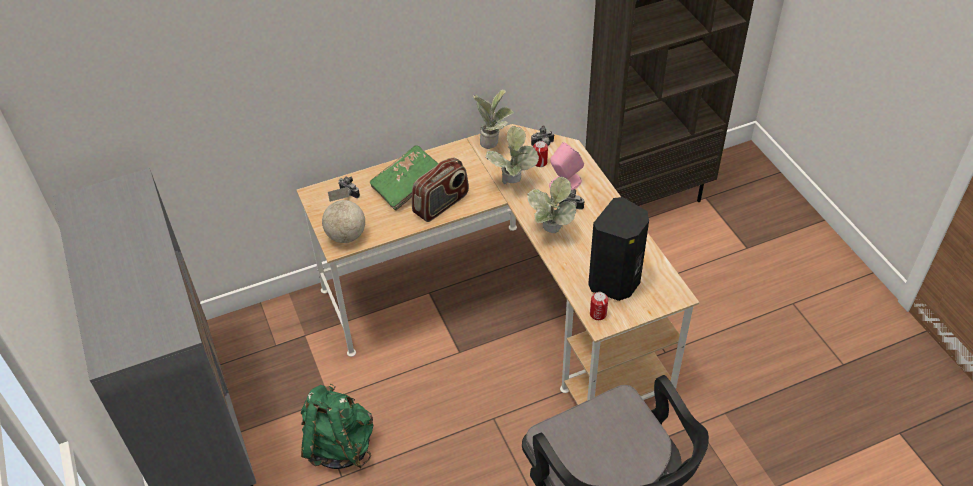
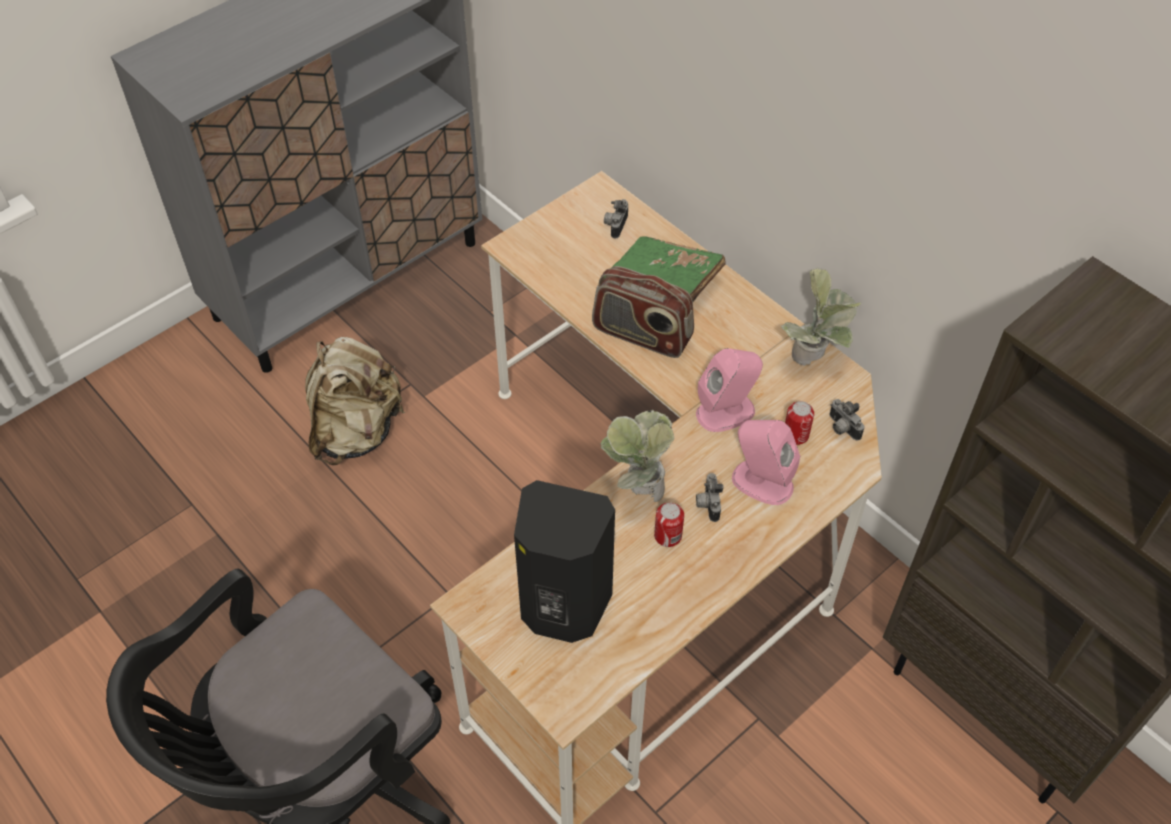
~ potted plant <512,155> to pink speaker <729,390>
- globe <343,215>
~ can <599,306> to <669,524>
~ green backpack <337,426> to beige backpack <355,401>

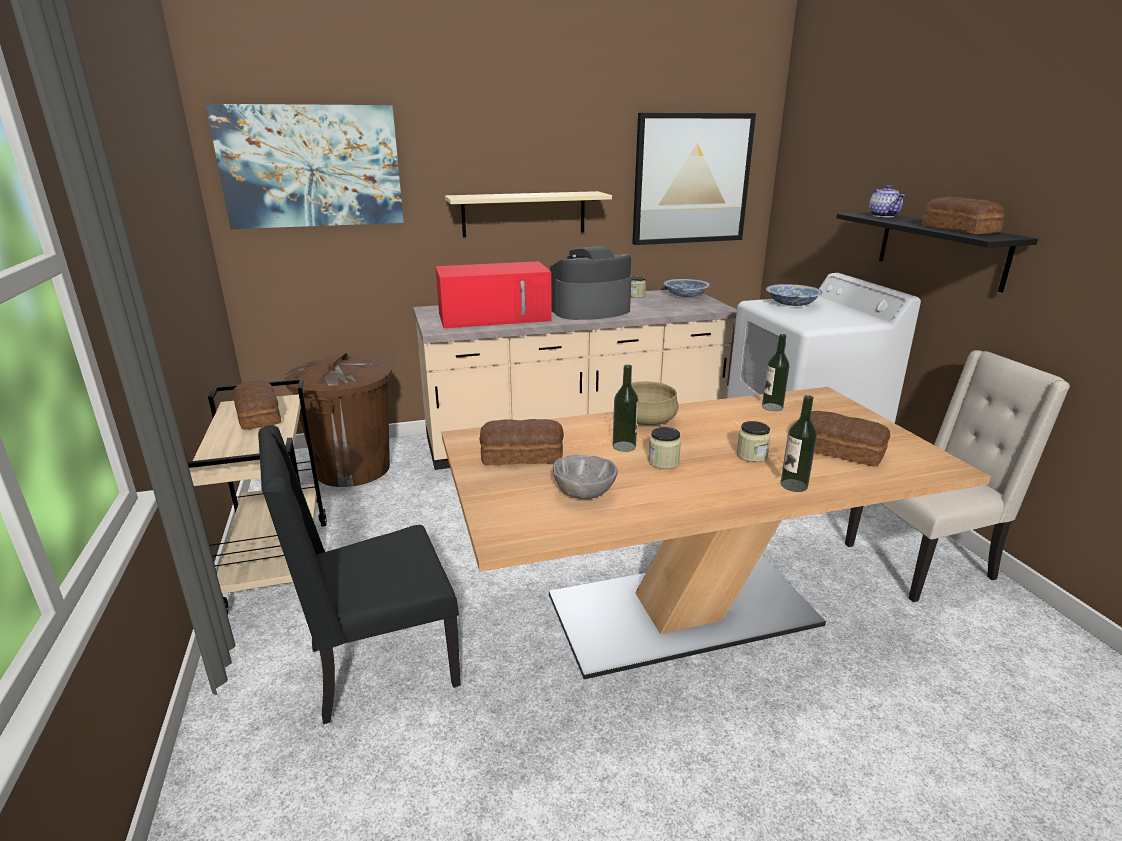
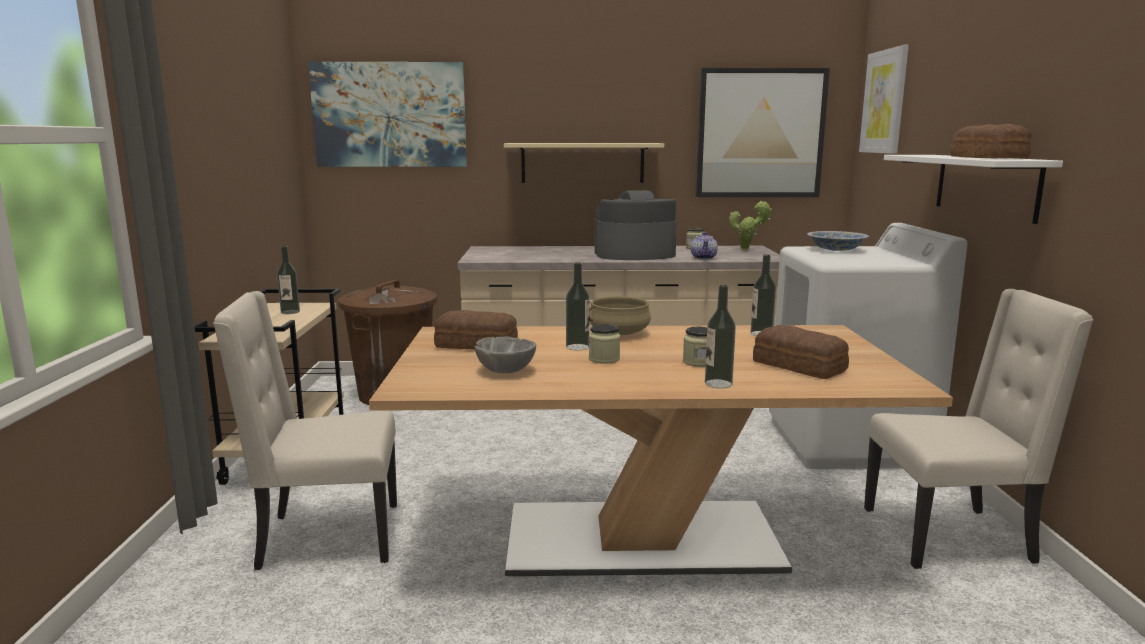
~ teapot <887,201> to <704,246>
~ black shelf <937,252> to white shelf <973,189>
- red microwave <493,294>
~ bowl <687,288> to potted plant <750,225>
~ bread <257,405> to bottle <288,280>
~ black chair <359,574> to beige chair <305,430>
+ picture <884,99>

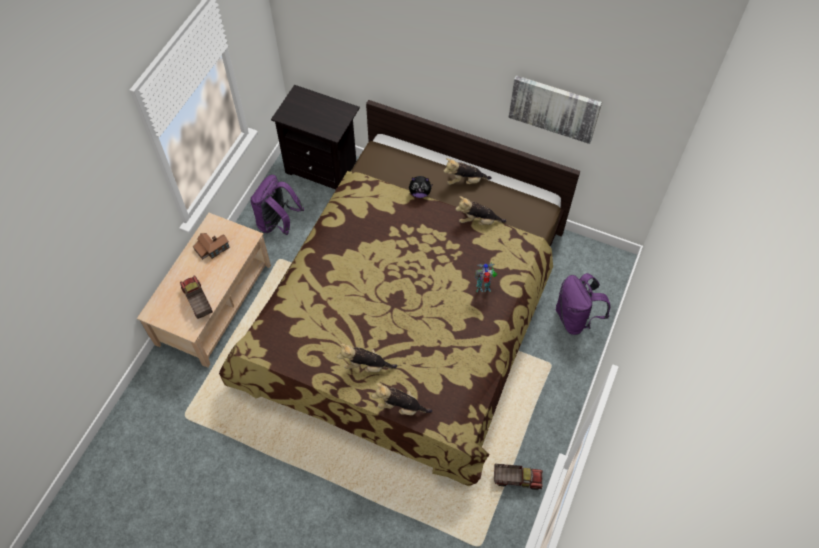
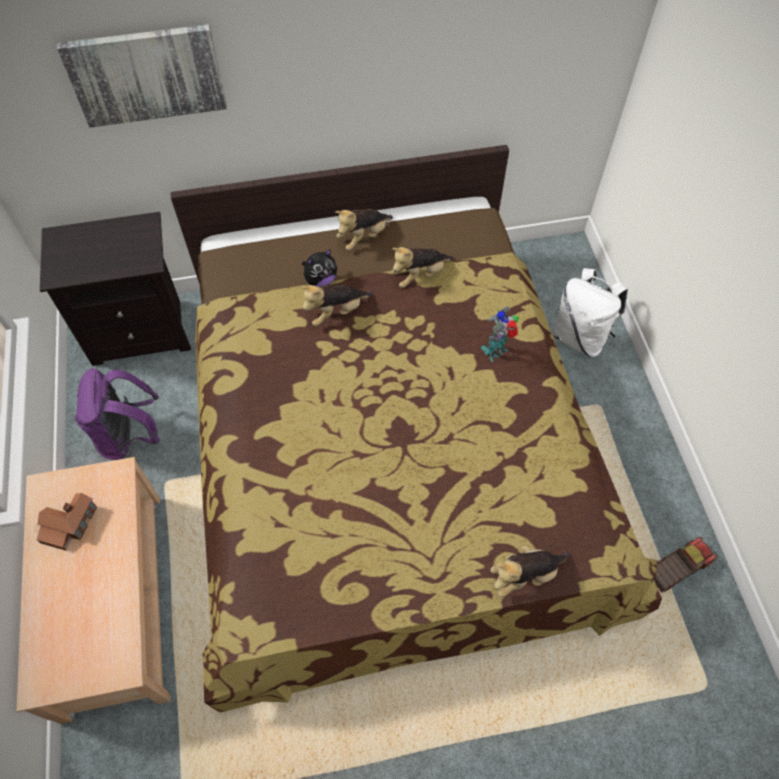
~ picture <555,109> to <142,76>
~ purple backpack <583,304> to white backpack <590,312>
- toy truck <196,297>
~ plush toy <367,358> to <337,305>

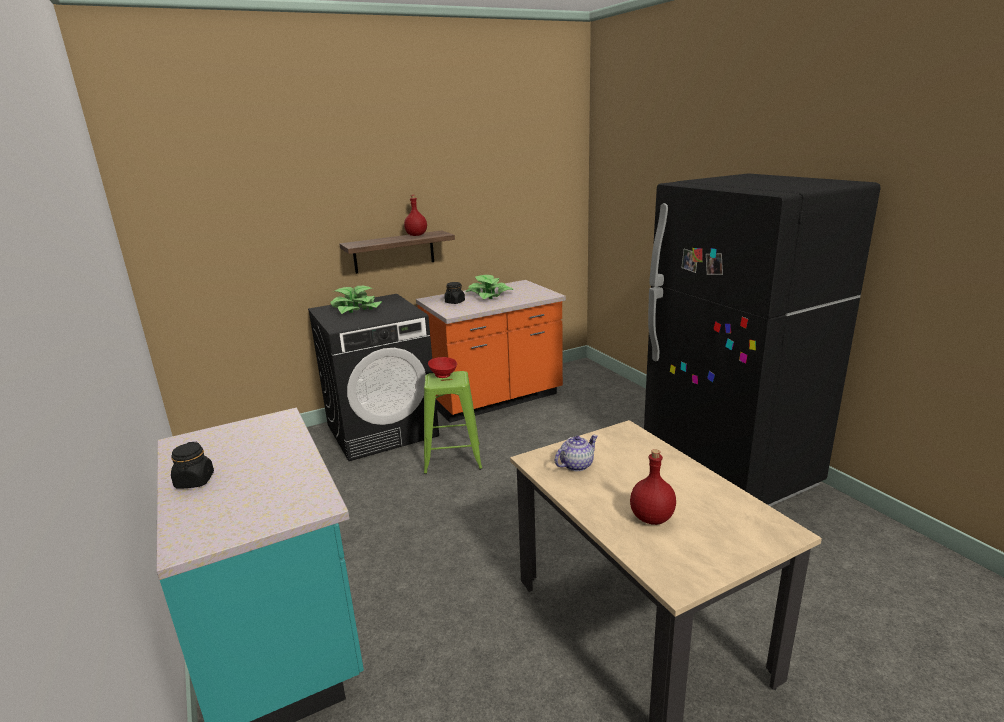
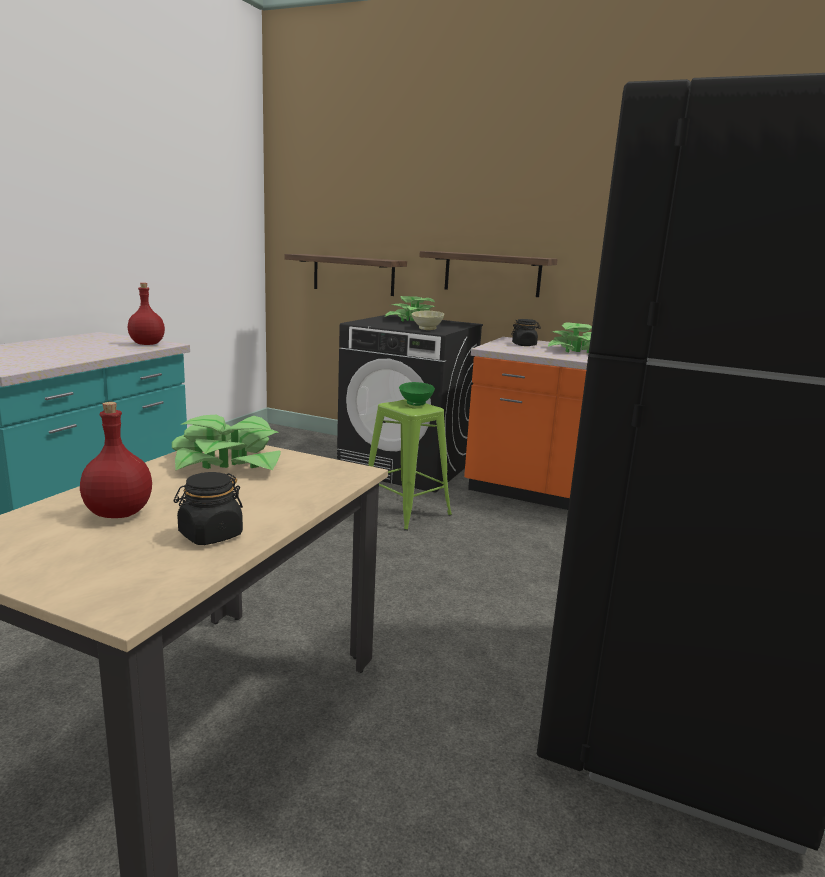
~ red bottle <415,215> to <146,314>
~ red bowl <442,367> to green bowl <417,394>
~ teapot <576,453> to potted plant <226,442>
~ black jar <192,465> to <208,508>
+ shelf <346,275>
+ beige bowl <428,320>

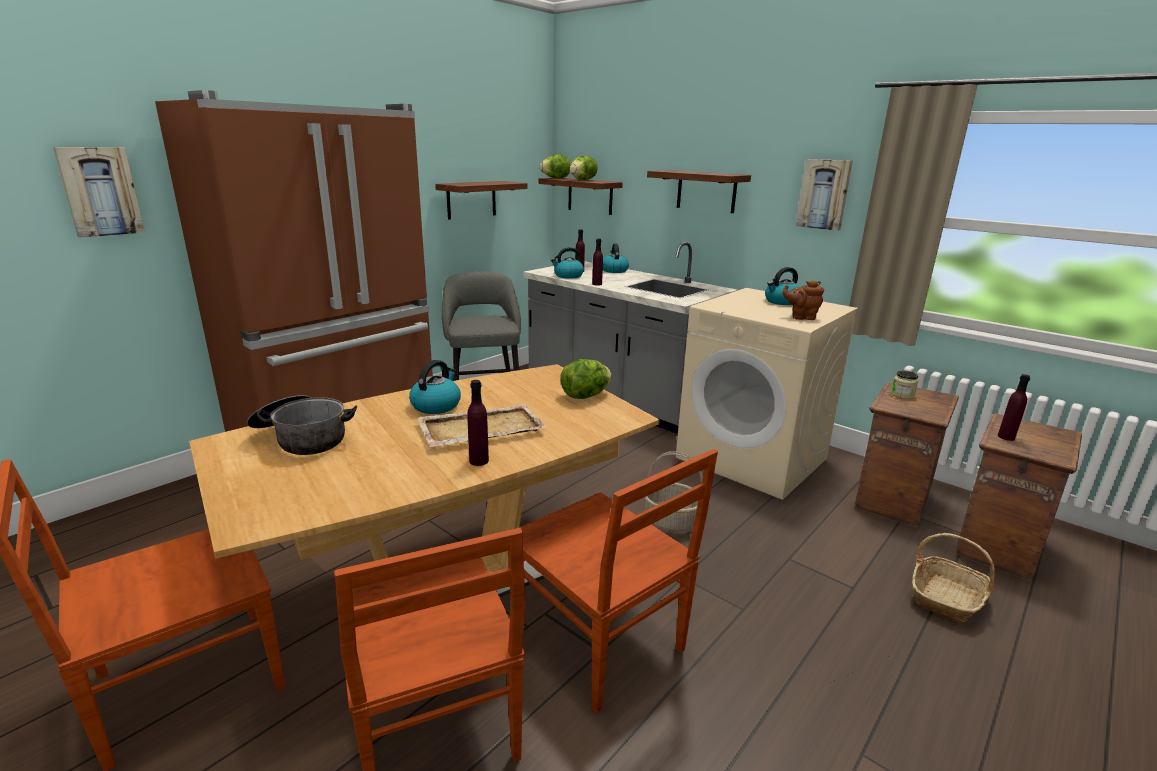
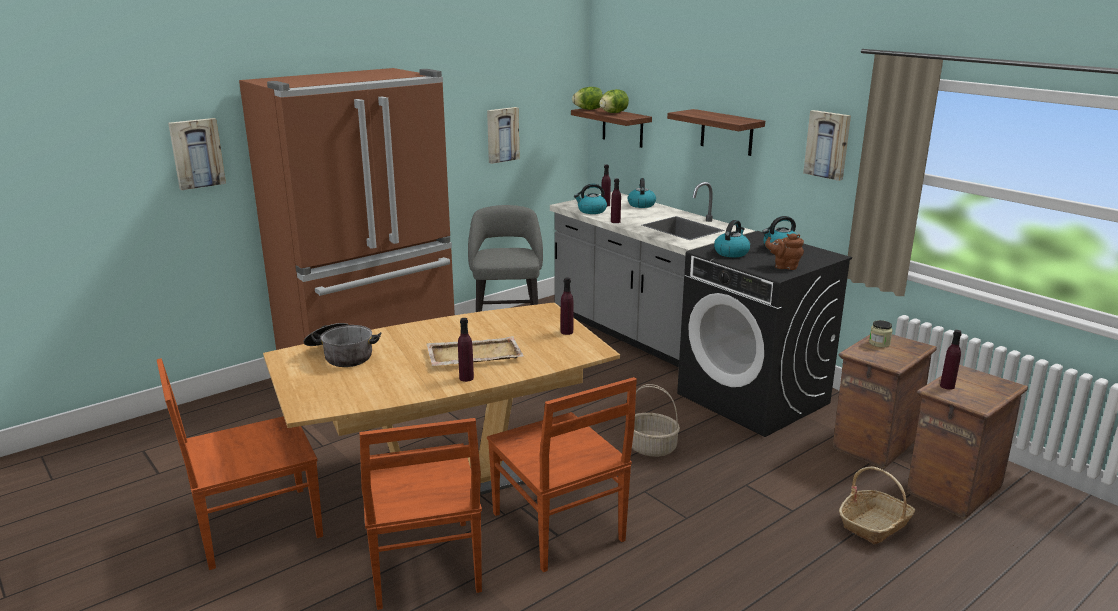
~ shelf <481,200> to picture <503,135>
~ beige washing machine <767,394> to black washing machine <764,334>
~ lettuce <586,379> to purple bottle <567,306>
~ kettle <435,387> to <732,238>

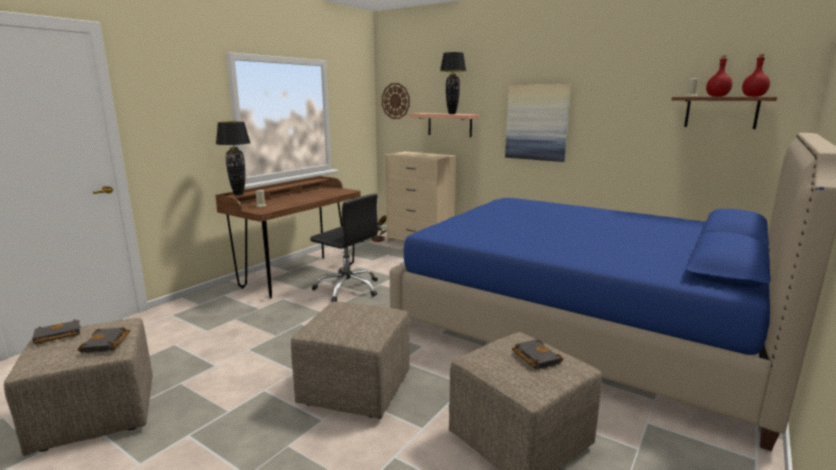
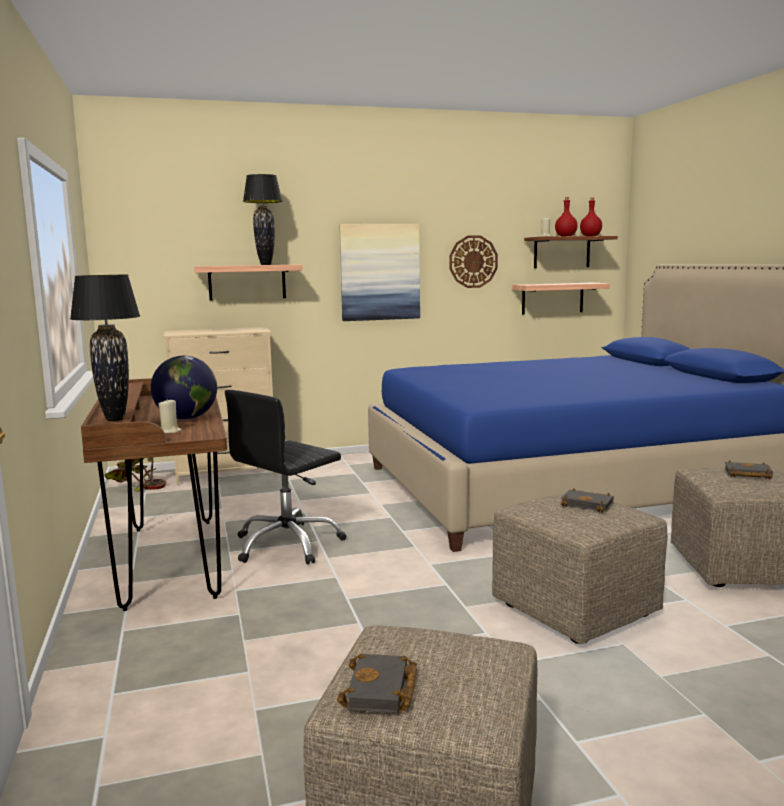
~ wall clock <396,101> to <474,262>
~ black office chair <344,248> = <285,477> 150 degrees clockwise
~ black book <103,340> to <587,500>
+ shelf <561,299>
+ globe <184,388>

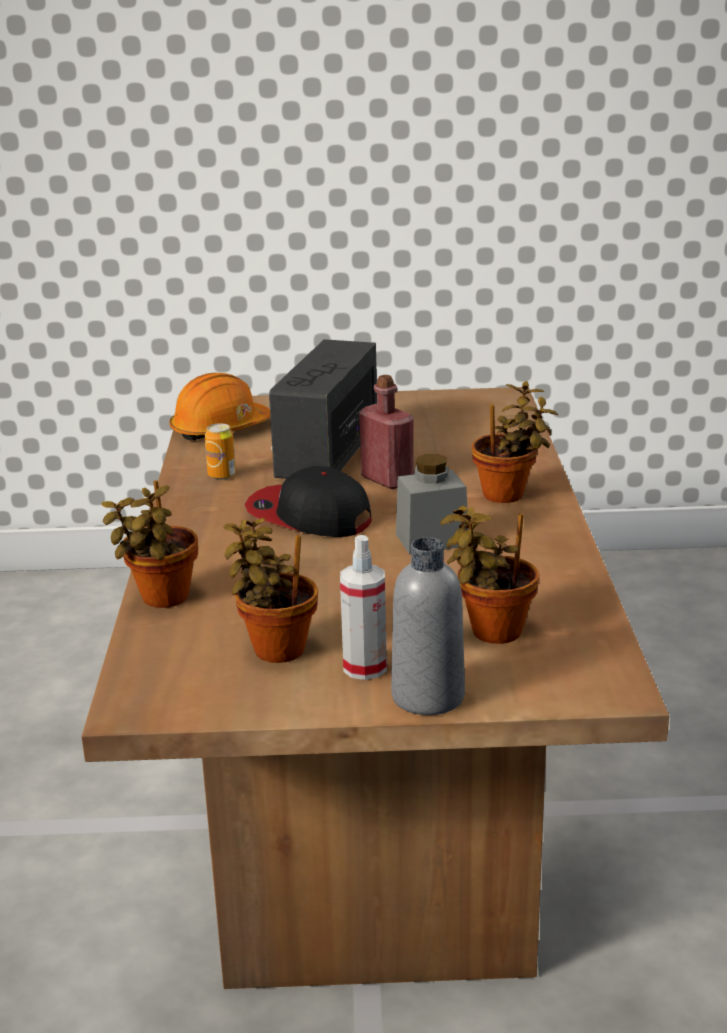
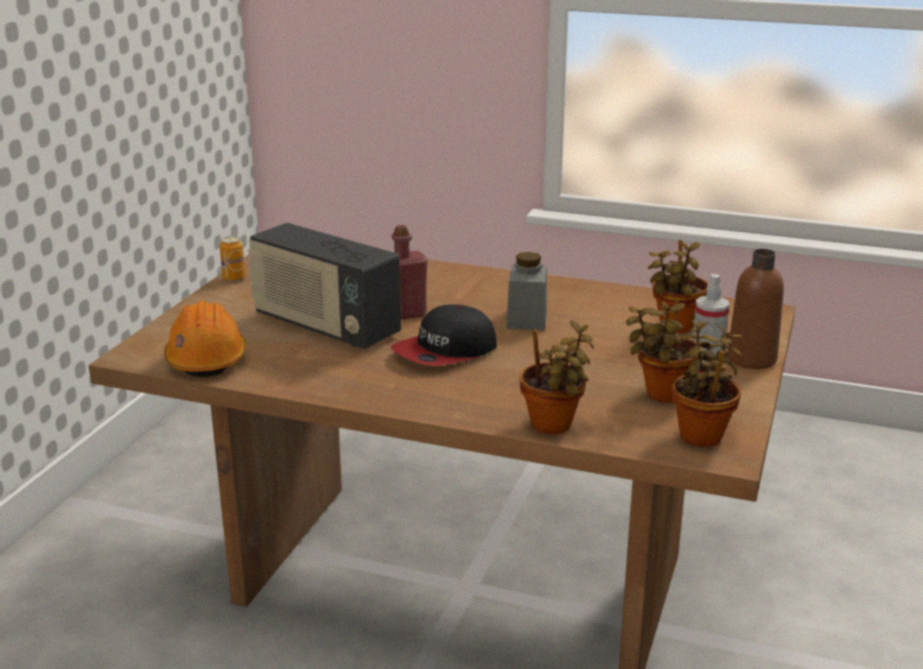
~ potted plant <515,442> to <707,383>
~ can <220,451> to <232,258>
~ grey bottle <428,626> to brown bottle <755,309>

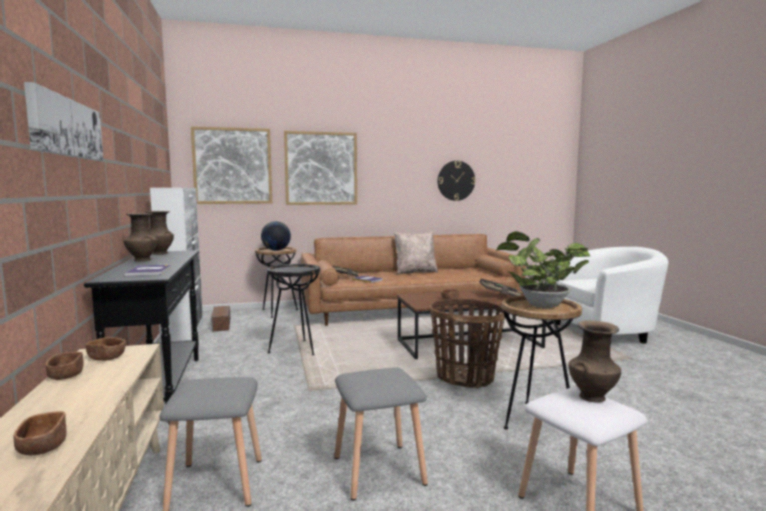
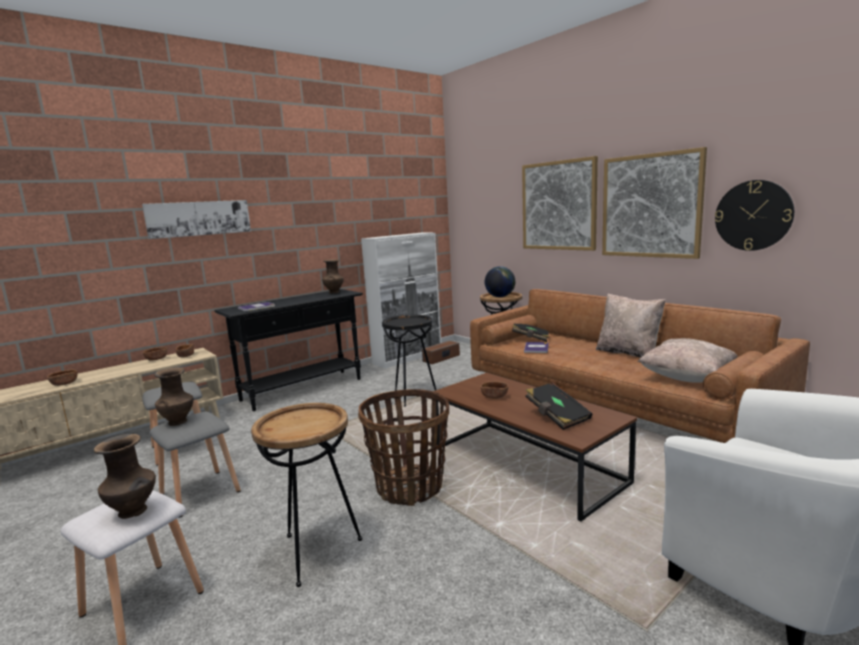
~ picture <231,165> to <654,203>
~ brown vase <141,237> to <173,397>
- potted plant <543,269>
+ beige pillow <688,360>

